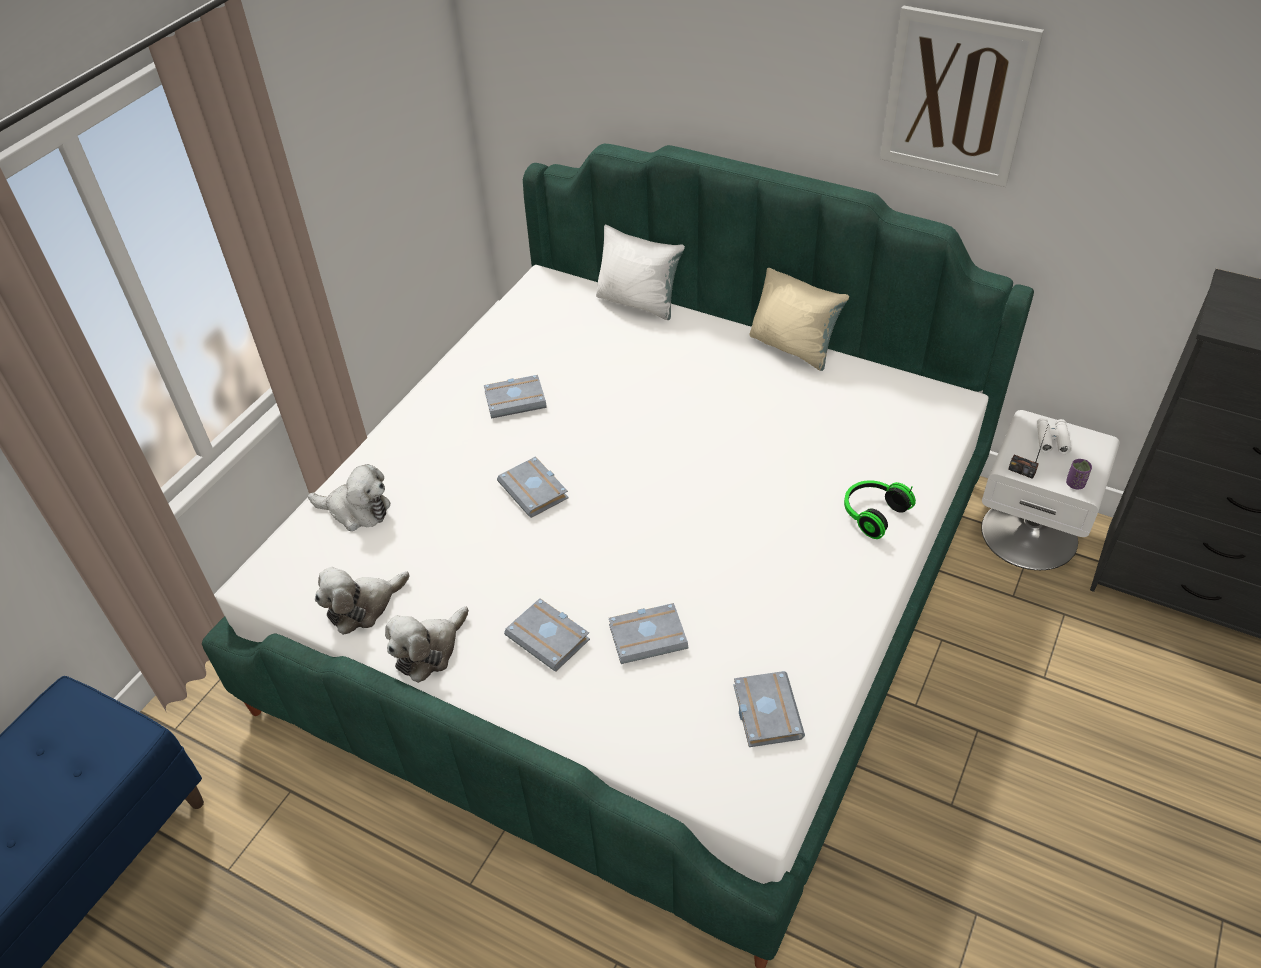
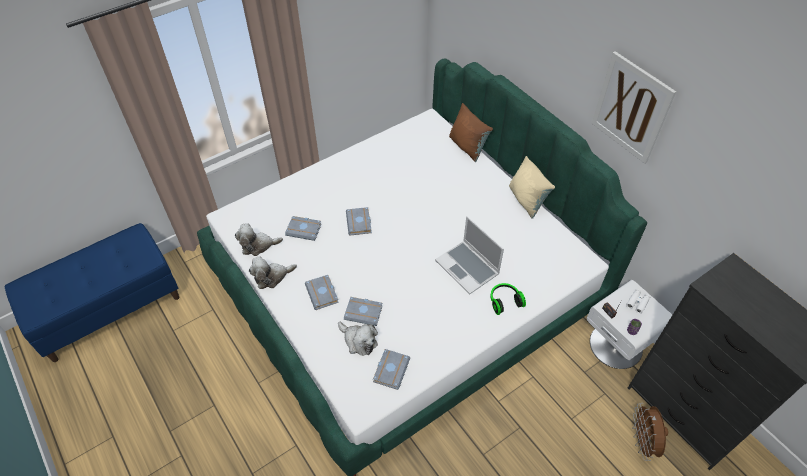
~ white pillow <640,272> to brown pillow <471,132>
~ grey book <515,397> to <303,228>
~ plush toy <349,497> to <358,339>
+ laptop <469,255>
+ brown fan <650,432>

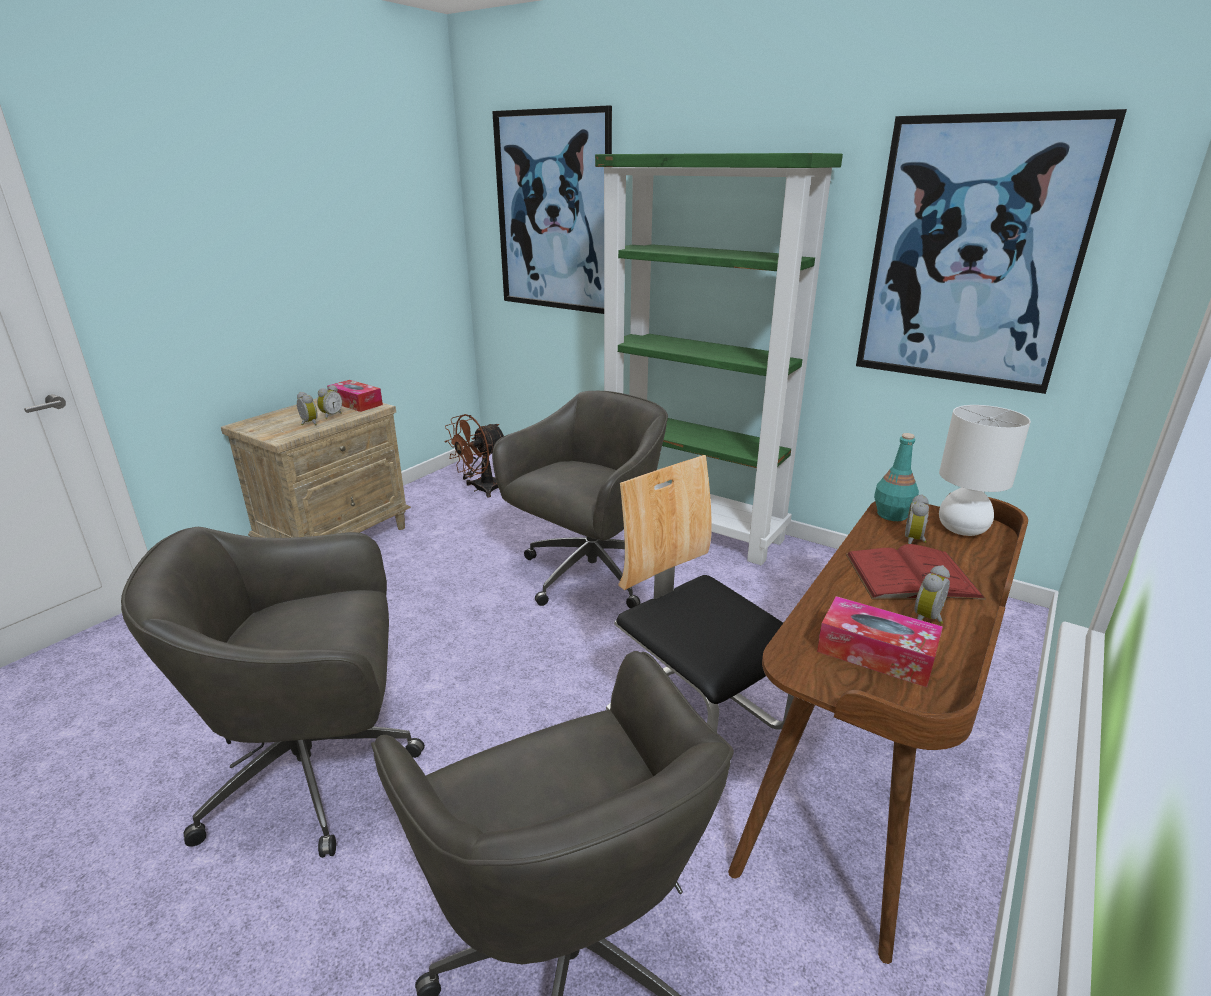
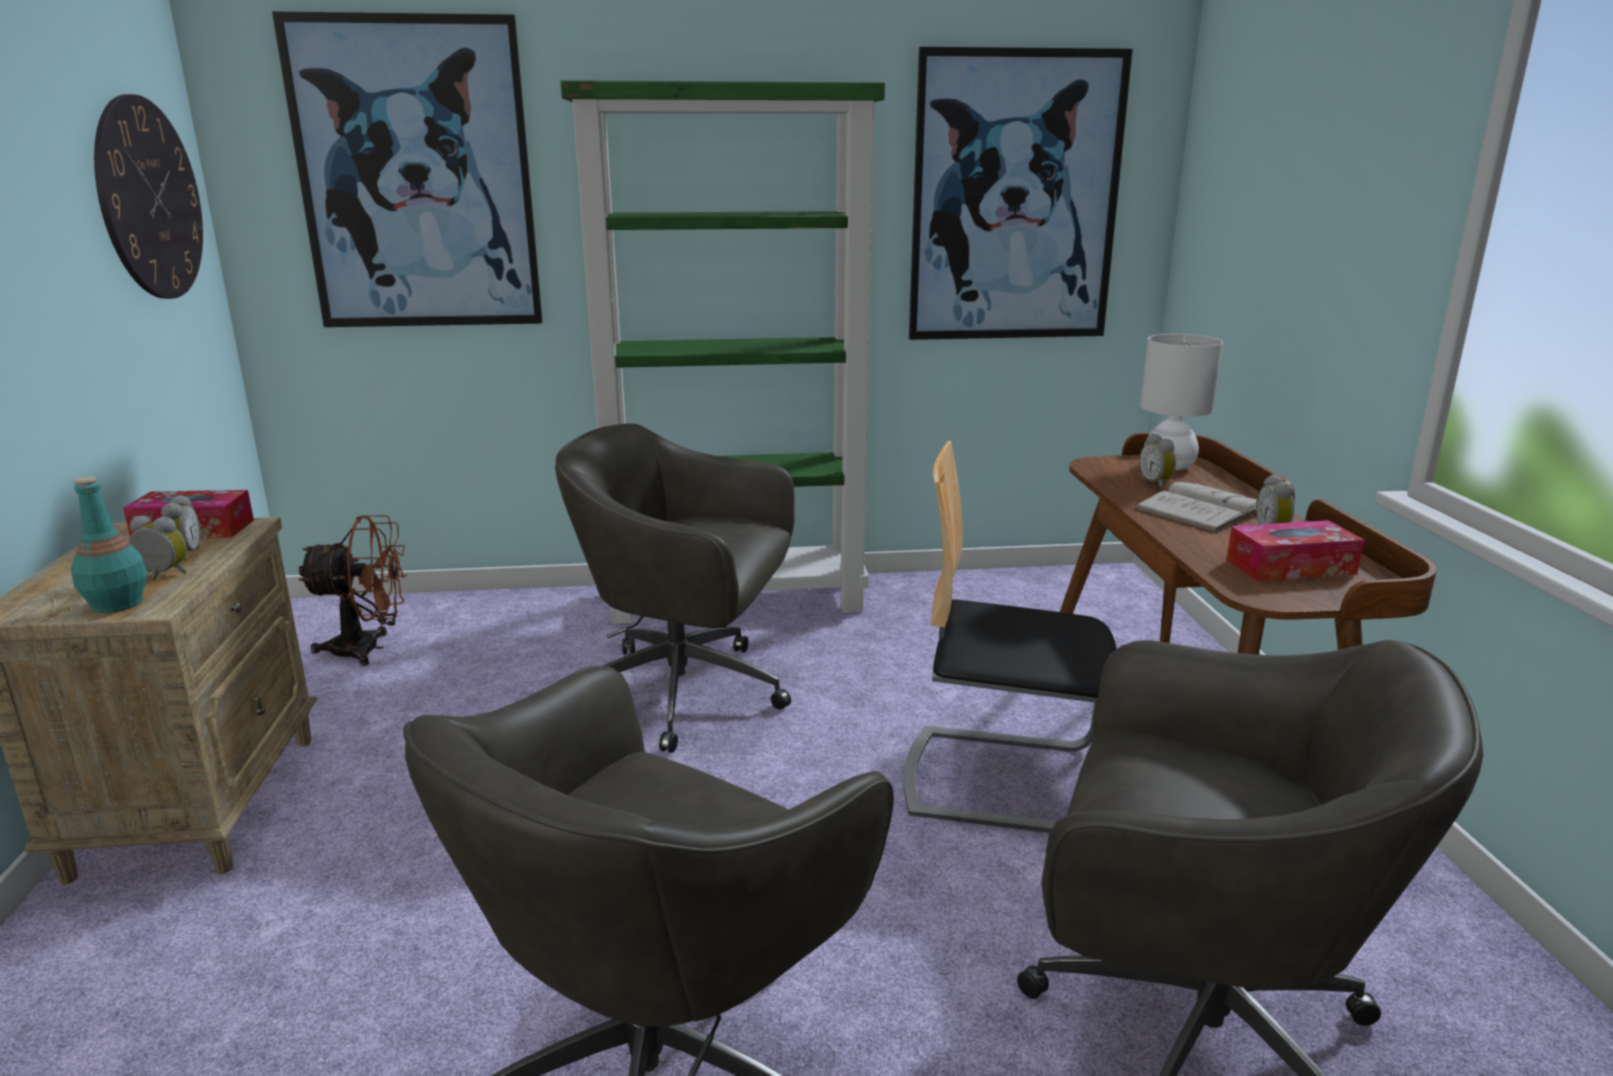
~ grey office chair <580,500> = <675,588> 75 degrees counterclockwise
~ brown fan <474,455> = <352,590> 105 degrees counterclockwise
~ turquoise bottle <896,477> to <109,544>
~ red book <916,572> to white book <1195,508>
+ wall clock <148,196>

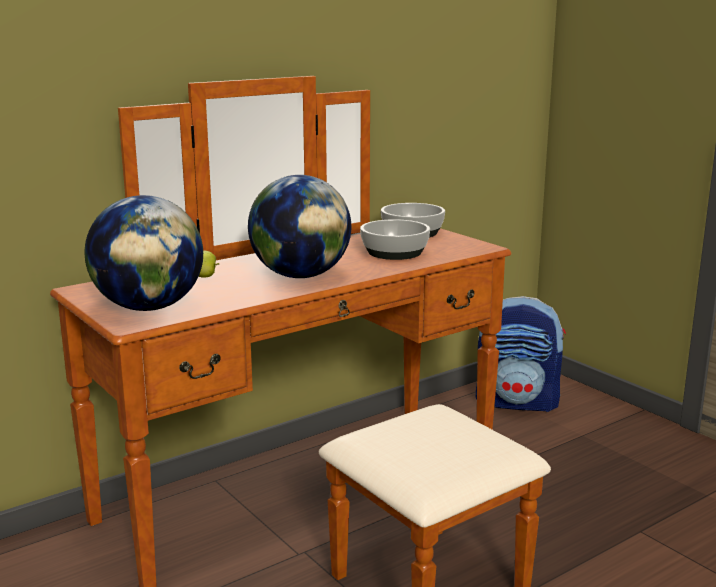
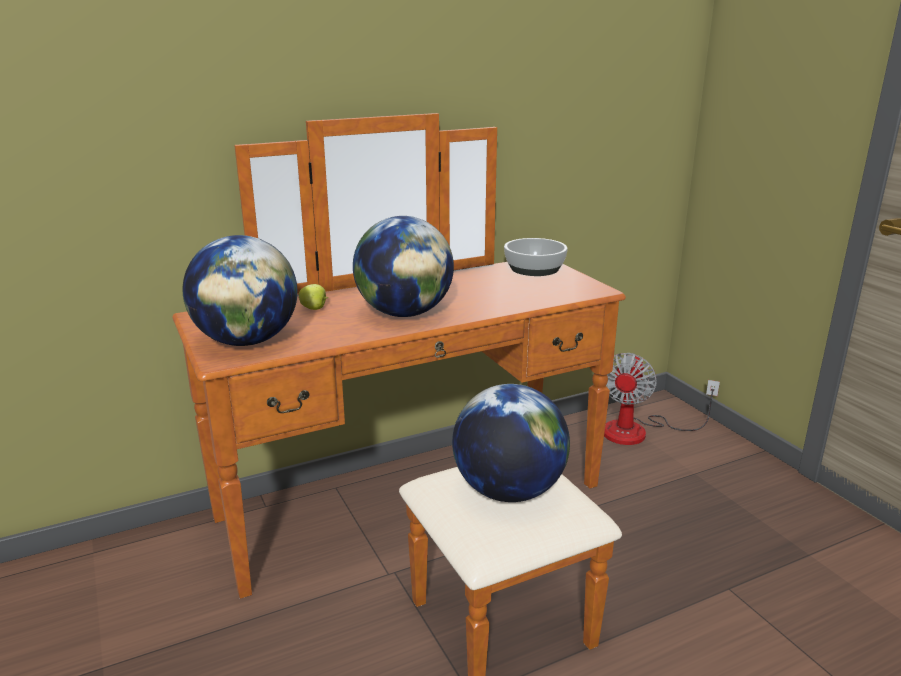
- bowl <395,239>
~ backpack <521,354> to fan <662,399>
+ globe <511,443>

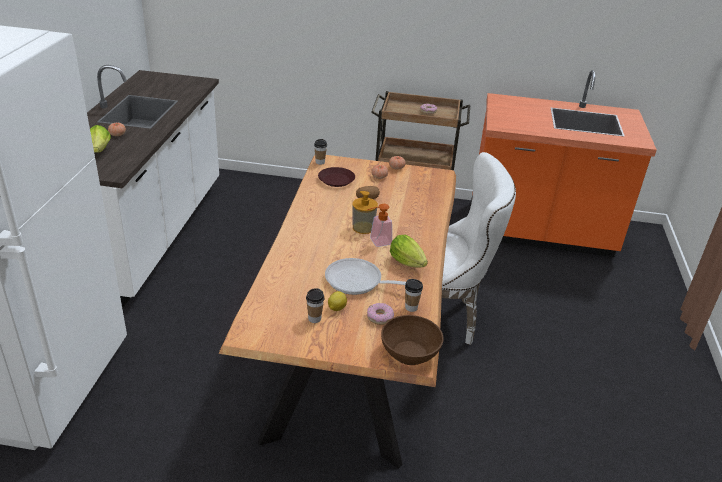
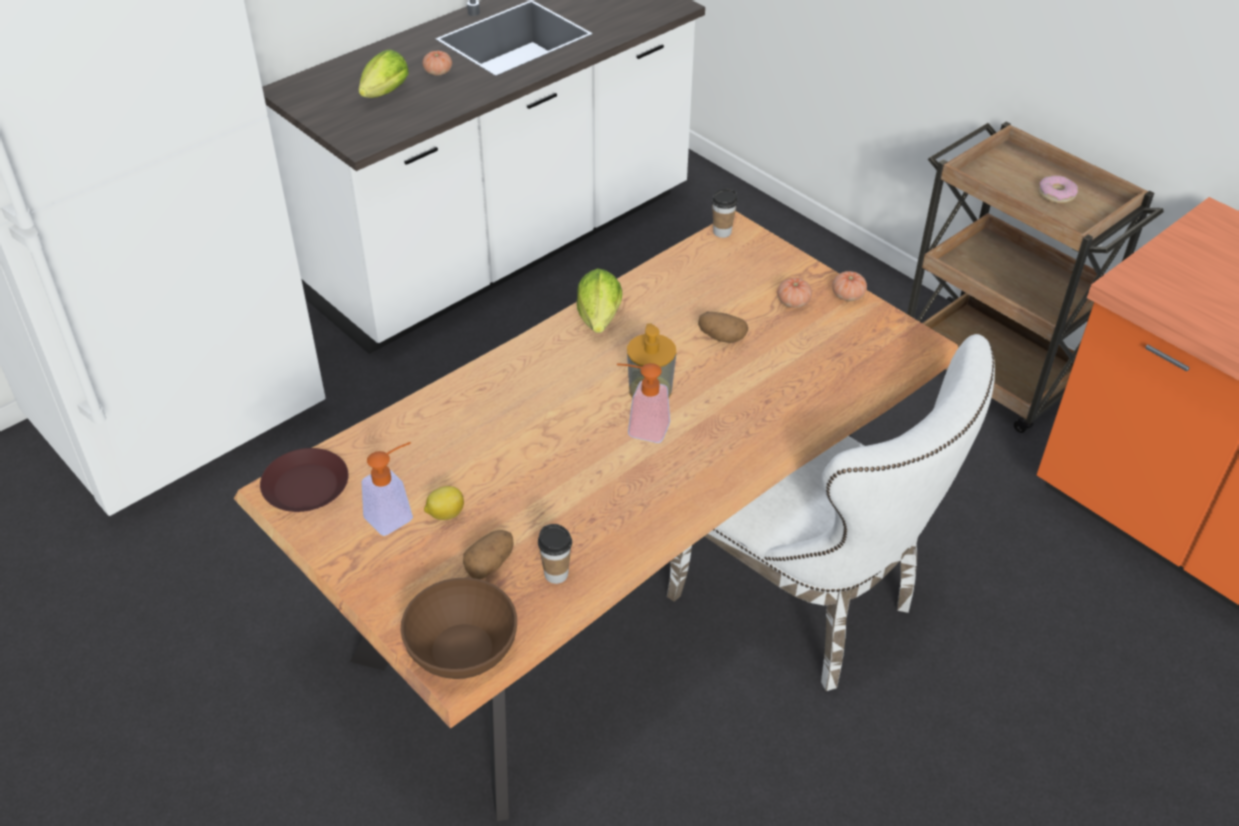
~ brown plate <336,177> to <304,480>
~ lettuce <409,251> to <599,300>
- frying pan <365,276>
~ cup <315,305> to soap dispenser <387,489>
~ donut <380,314> to potato <488,554>

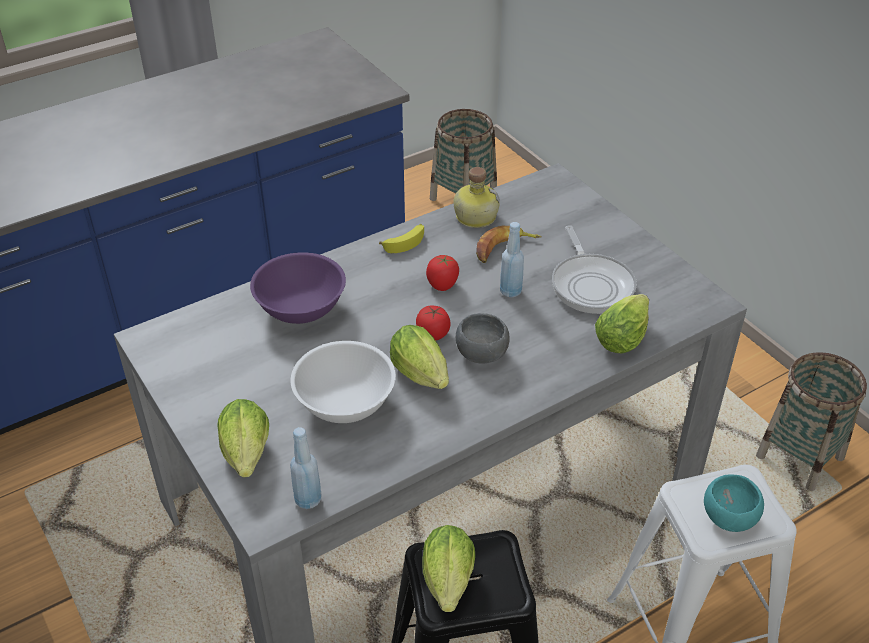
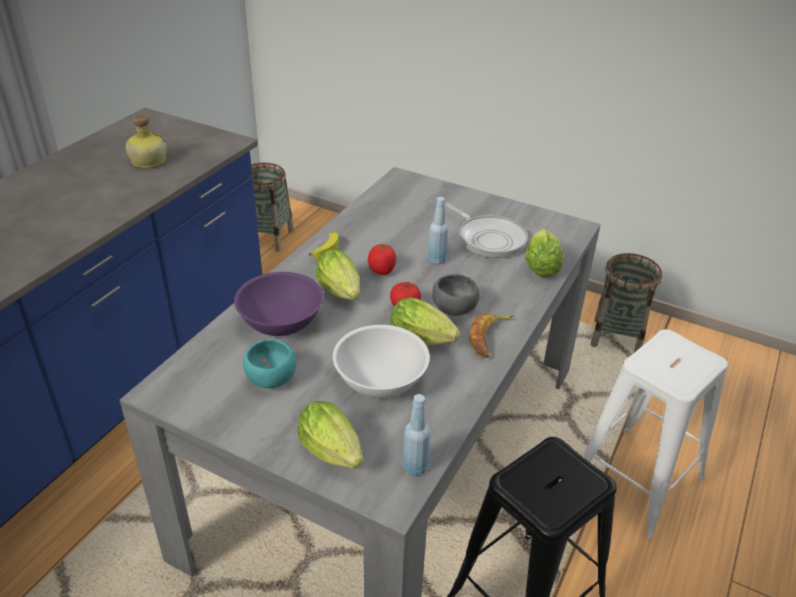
~ bottle <477,197> to <146,141>
~ banana <509,244> to <492,335>
~ turquoise bowl <734,503> to <269,363>
~ lettuce <448,568> to <338,275>

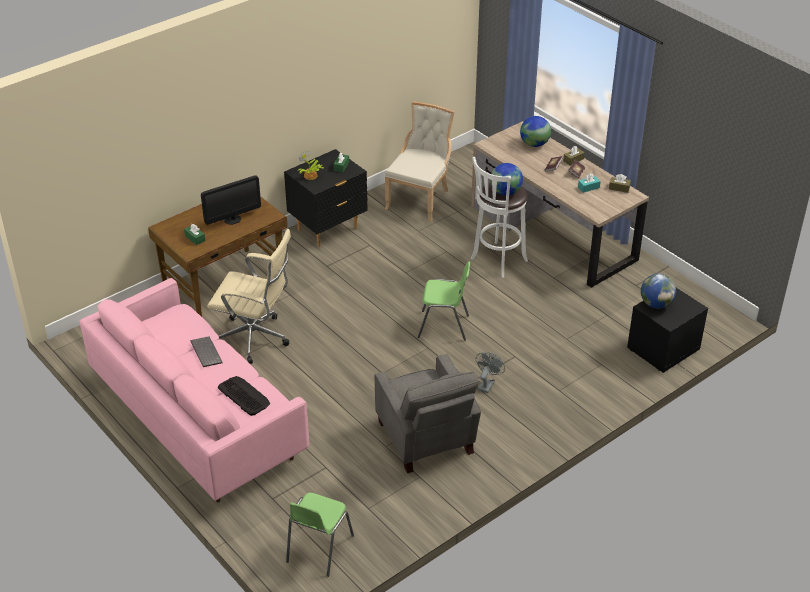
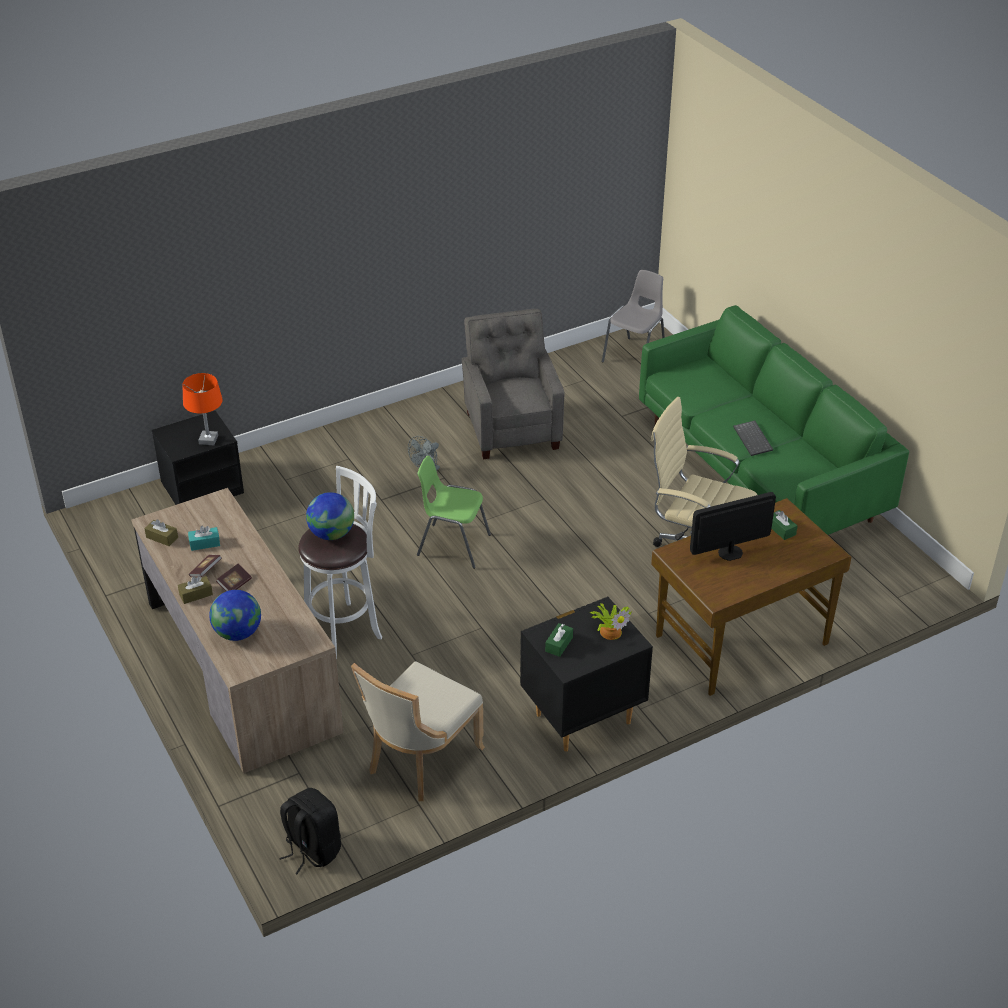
~ globe <658,291> to orange table lamp <202,409>
~ pink sofa <194,390> to green sofa <774,420>
- keyboard <244,396>
~ green chair <320,535> to grey chair <633,316>
+ black backpack <310,831>

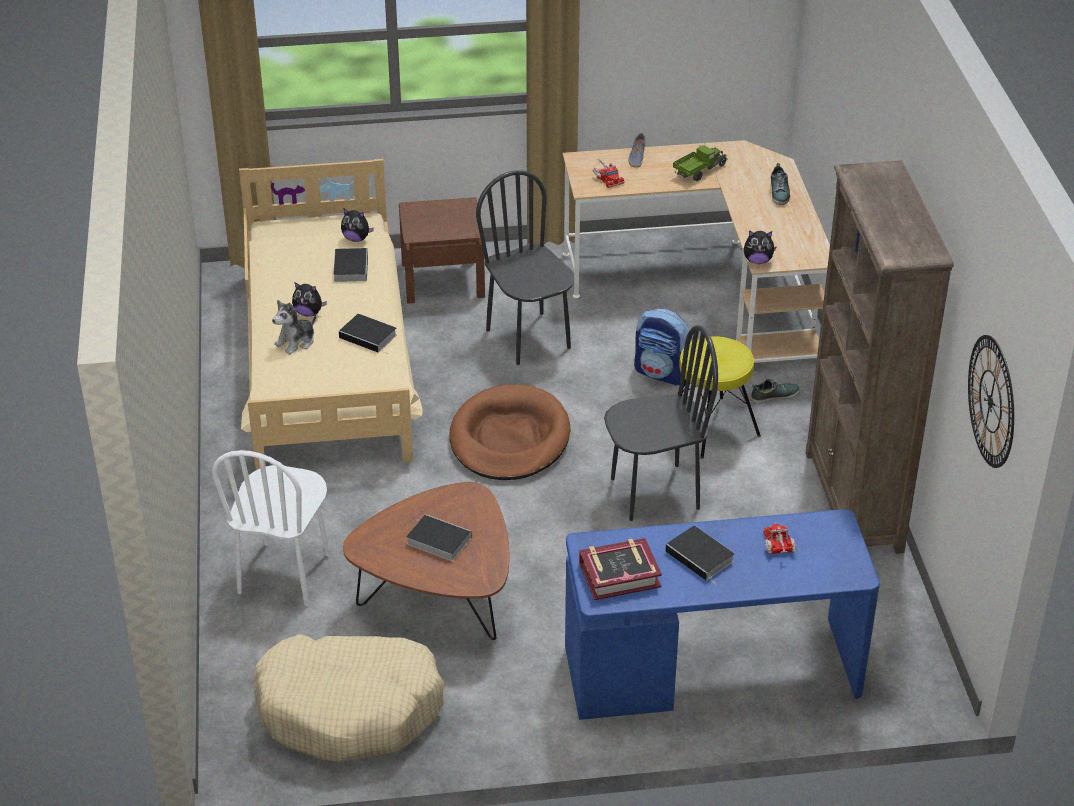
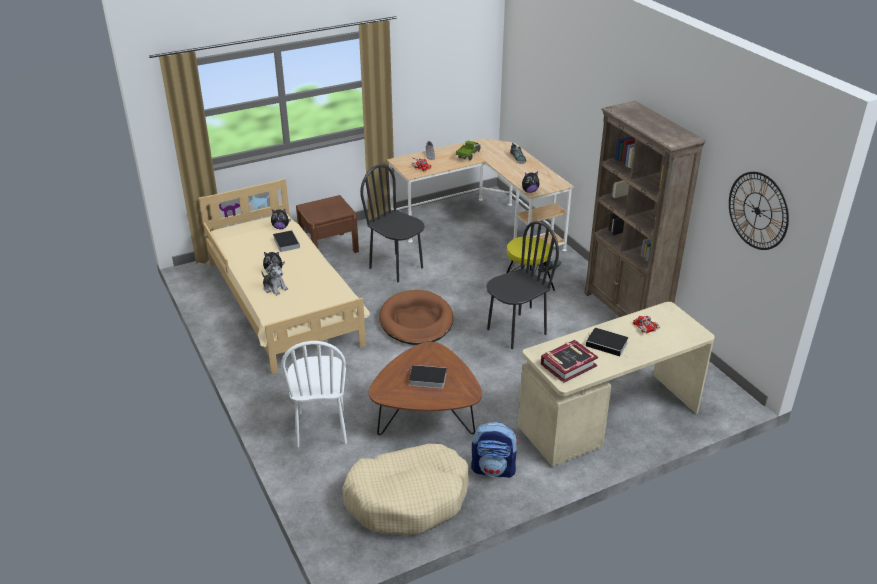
~ plush toy <294,327> = <275,278> 75 degrees counterclockwise
~ backpack <663,347> to <495,450>
- book <368,334>
~ blue desk <722,614> to beige desk <616,384>

